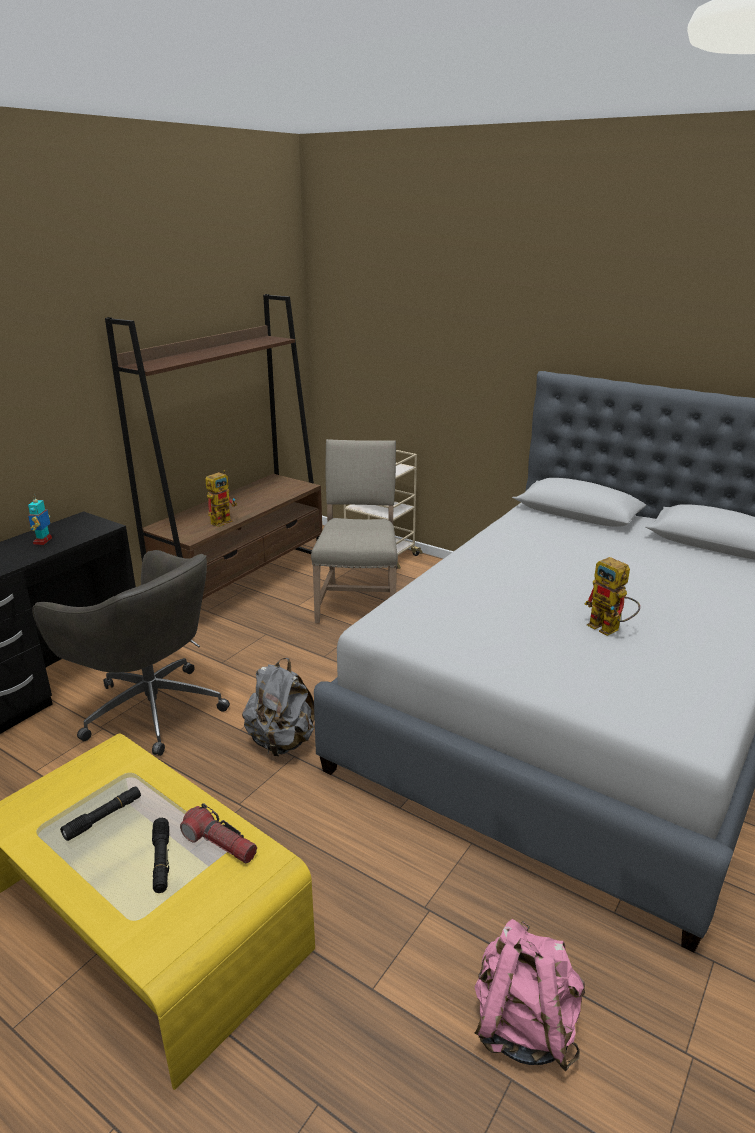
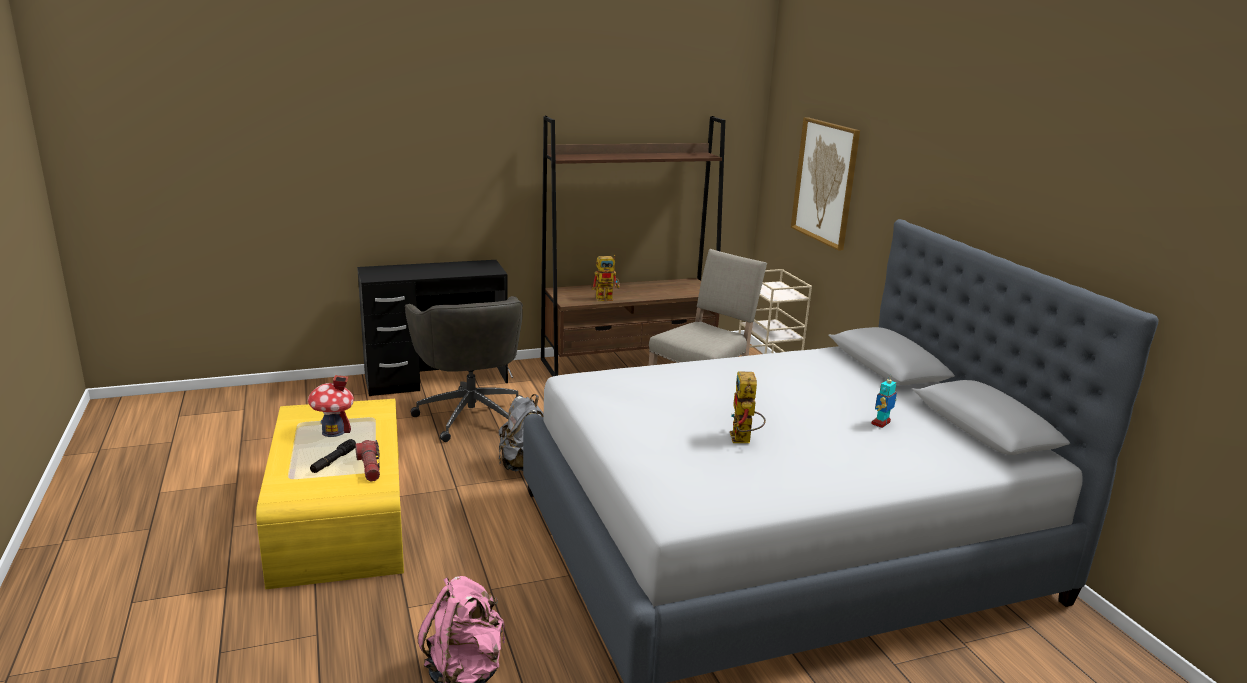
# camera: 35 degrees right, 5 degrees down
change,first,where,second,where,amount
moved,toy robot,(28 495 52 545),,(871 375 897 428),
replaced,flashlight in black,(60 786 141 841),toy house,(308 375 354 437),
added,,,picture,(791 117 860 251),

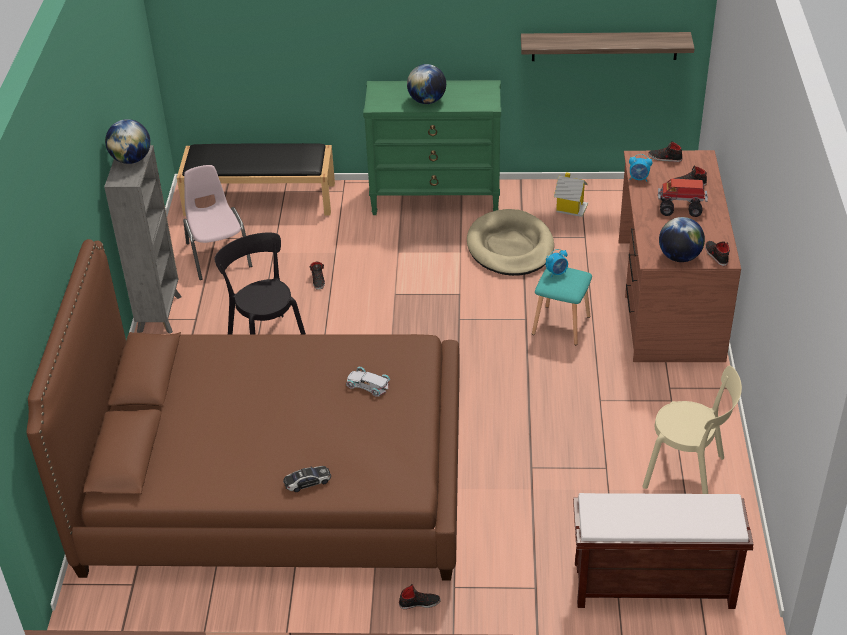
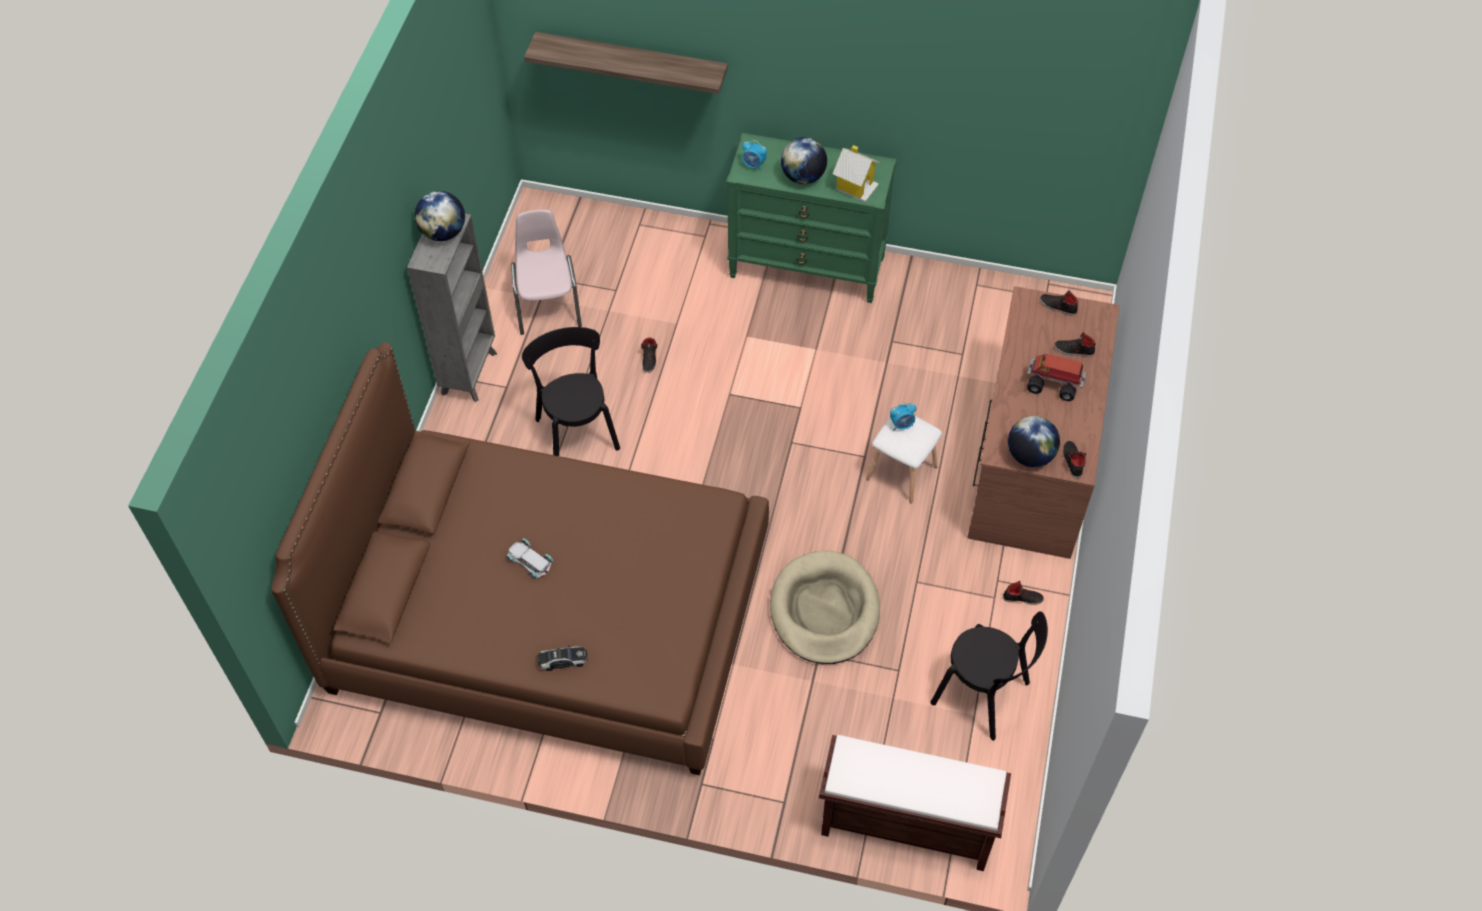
# camera: 10 degrees right, 15 degrees up
change,first,where,second,where,amount
moved,shelf,(521 32 695 61),,(524 32 728 94),
removed,bench in black,(177 143 335 216),,,
moved,alarm clock,(629 154 652 182),,(742 140 767 171),
moved,toy house,(554 172 588 217),,(833 145 880 203),
moved,dog bed in beige,(467 209 554 276),,(770 550 880 664),
recoloured,stool in turquoise,(532 268 592 345),stool in white,(866 416 942 503),
recoloured,chair in beige,(642 366 742 494),chair in black,(930 611 1048 741),
moved,toy car in white,(346 367 390 397),,(506 538 553 579),
moved,shoe in black,(399 584 441 609),,(1003 581 1044 605),

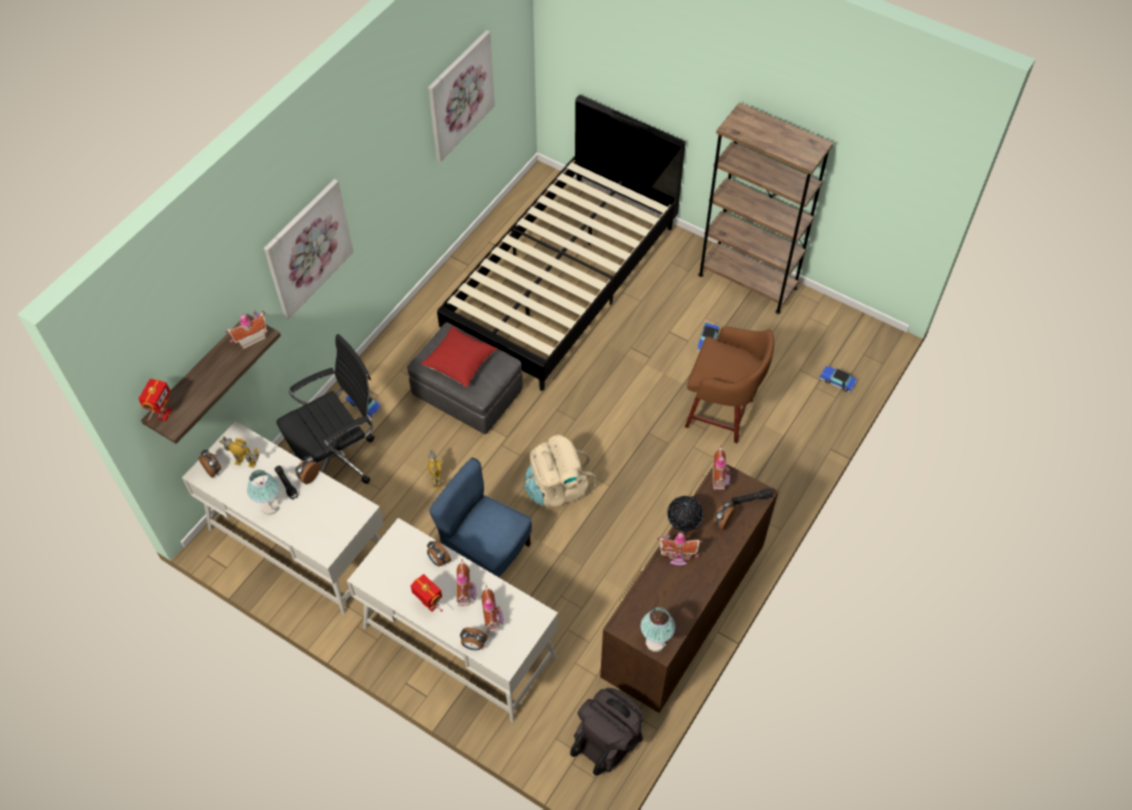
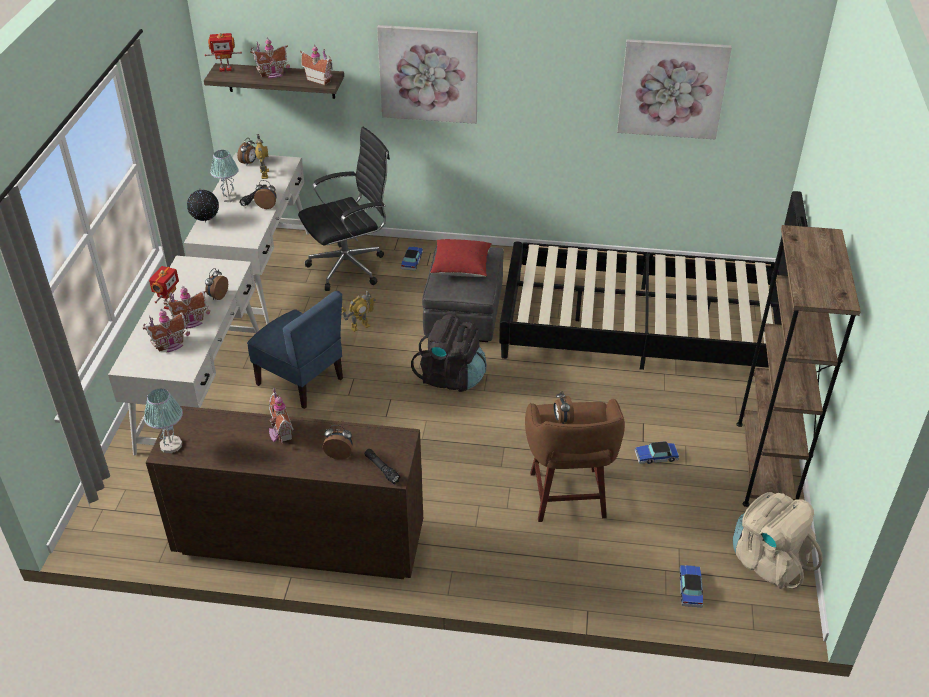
# camera: 65 degrees right, 15 degrees down
change,first,where,second,where,amount
turned,office chair in black,(276 334 374 484),,(298 127 390 291),60 degrees counterclockwise
moved,backpack in beige,(524 435 597 507),,(733 492 823 589),
moved,toy house,(713 445 730 491),,(250 37 290 78),
turned,chair in blue,(429 458 532 577),,(247 291 343 409),120 degrees clockwise
moved,globe,(667 496 703 531),,(187 188 219 223),
moved,alarm clock,(460 627 488 650),,(554 391 574 424),
moved,backpack in black,(570 688 644 776),,(411 314 487 392),

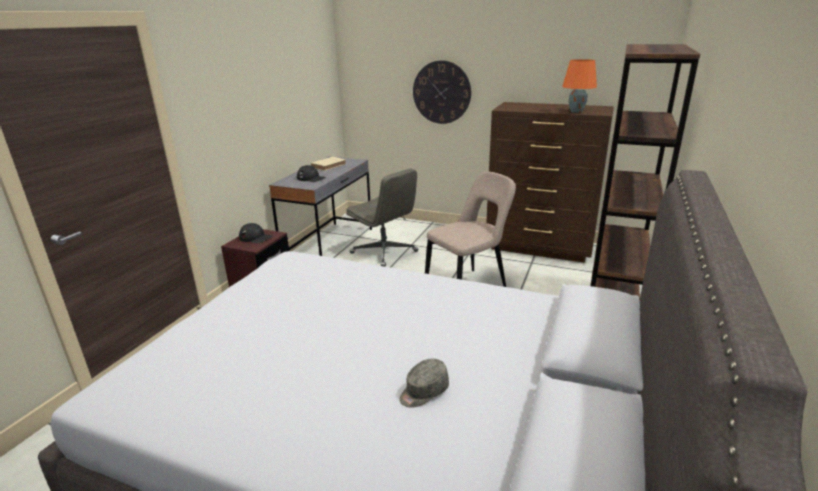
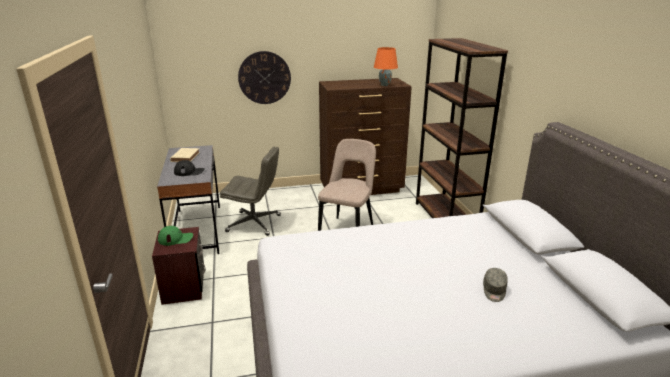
# camera: 35 degrees left, 0 degrees up
change,first,where,second,where,amount
recoloured,cap in black,(239 223 272 243),cap in green,(158 226 193 246),

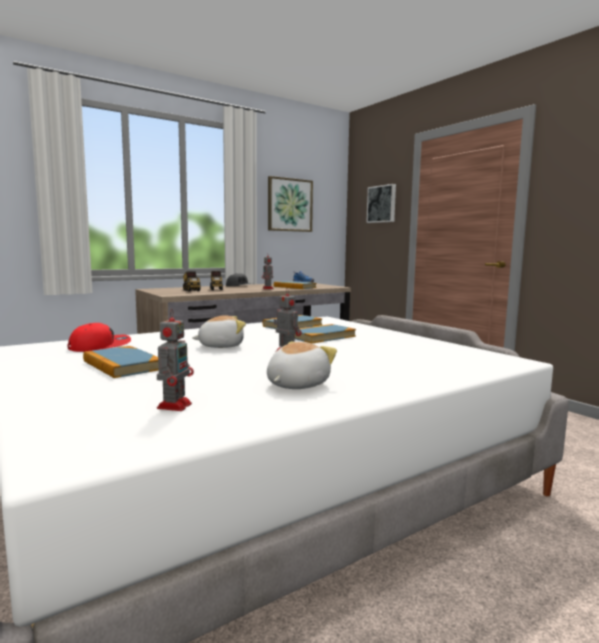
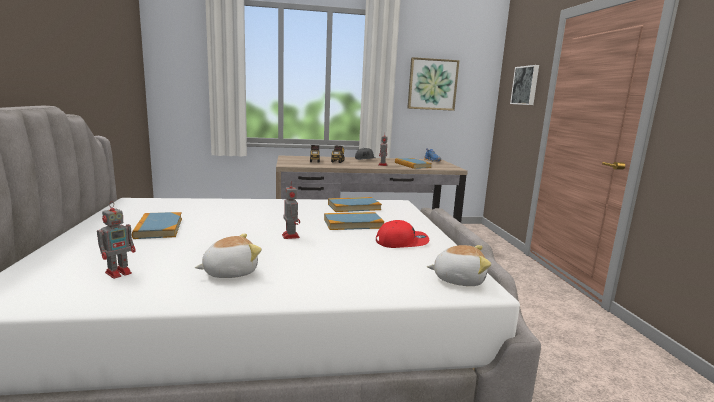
# camera: 25 degrees right, 5 degrees up
change,first,where,second,where,amount
moved,plush toy,(192 315 246 348),,(427 245 491 286),
moved,cap in red,(68 323 131 352),,(376 220 429 248),

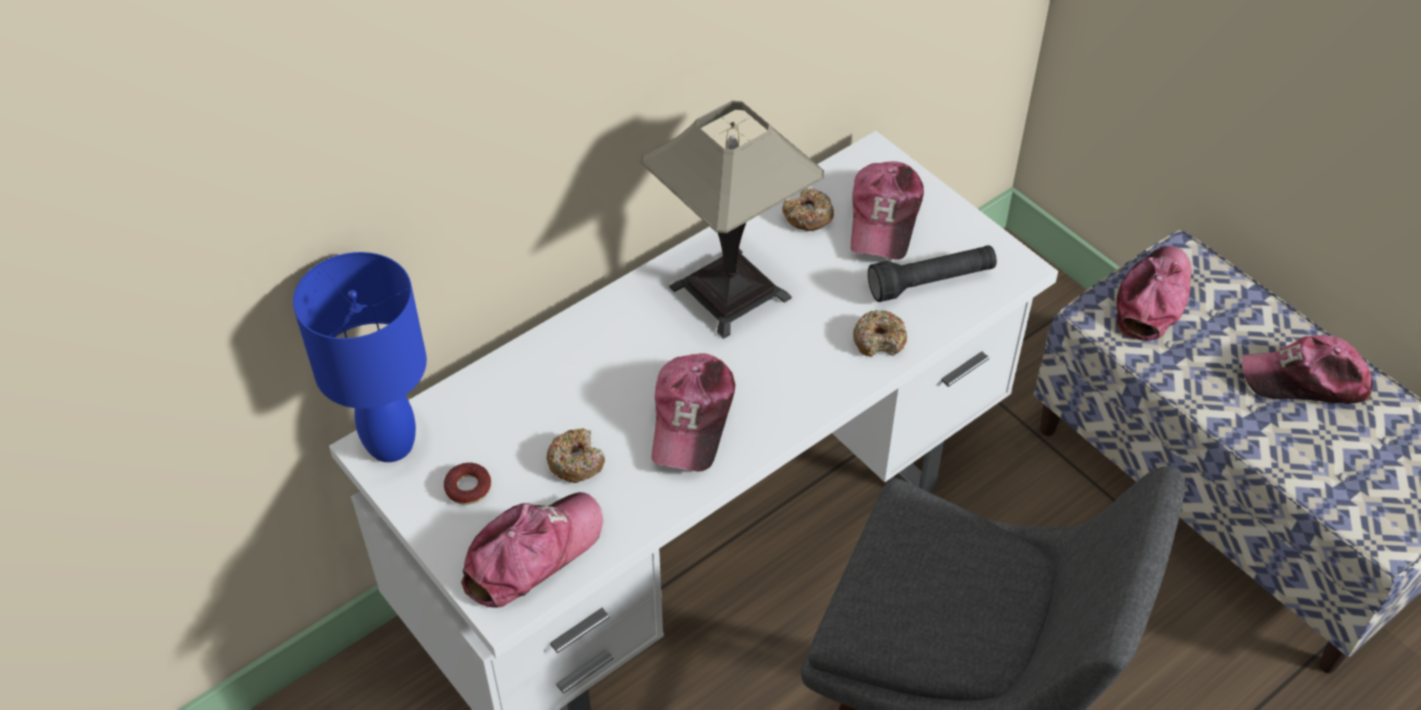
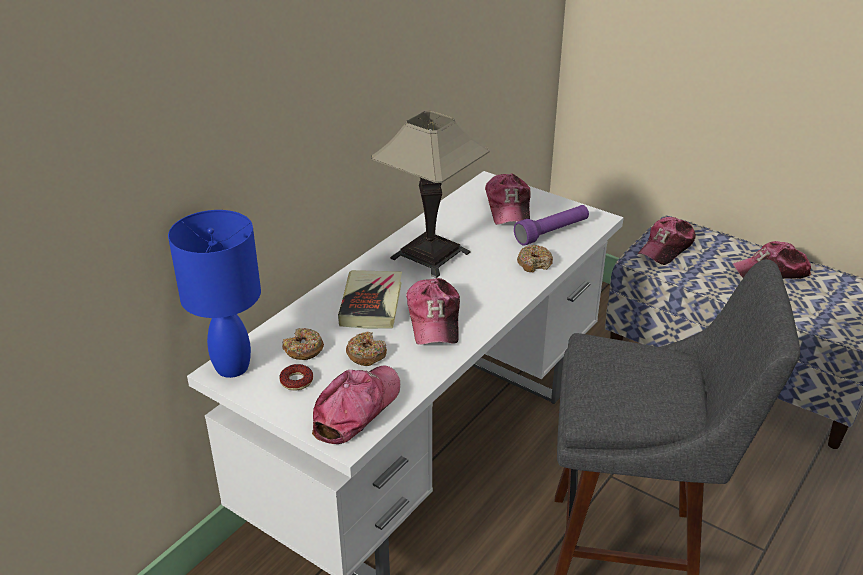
# camera: 15 degrees left, 15 degrees down
change,first,where,second,where,amount
moved,donut,(782 188 834 231),,(282 328 324 360),
recoloured,flashlight in black,(868 245 997 302),flashlight in purple,(514 205 589 246),
turned,cap,(1117 246 1192 341),,(637 217 696 265),150 degrees counterclockwise
added,,,book,(338 270 402 329),

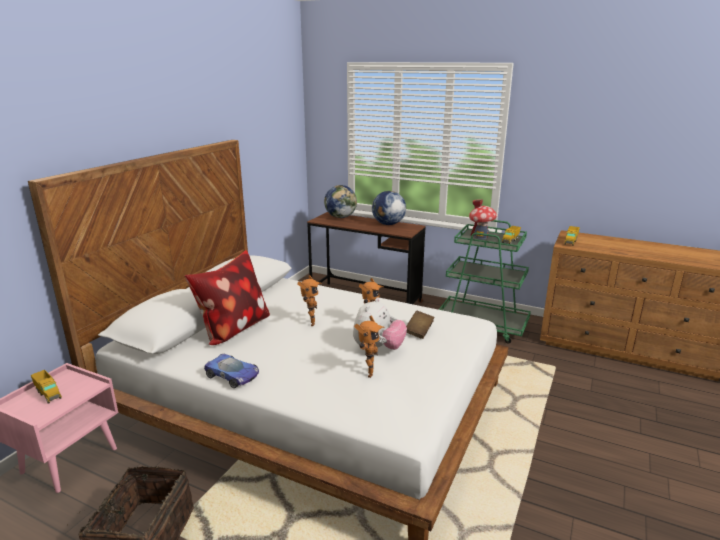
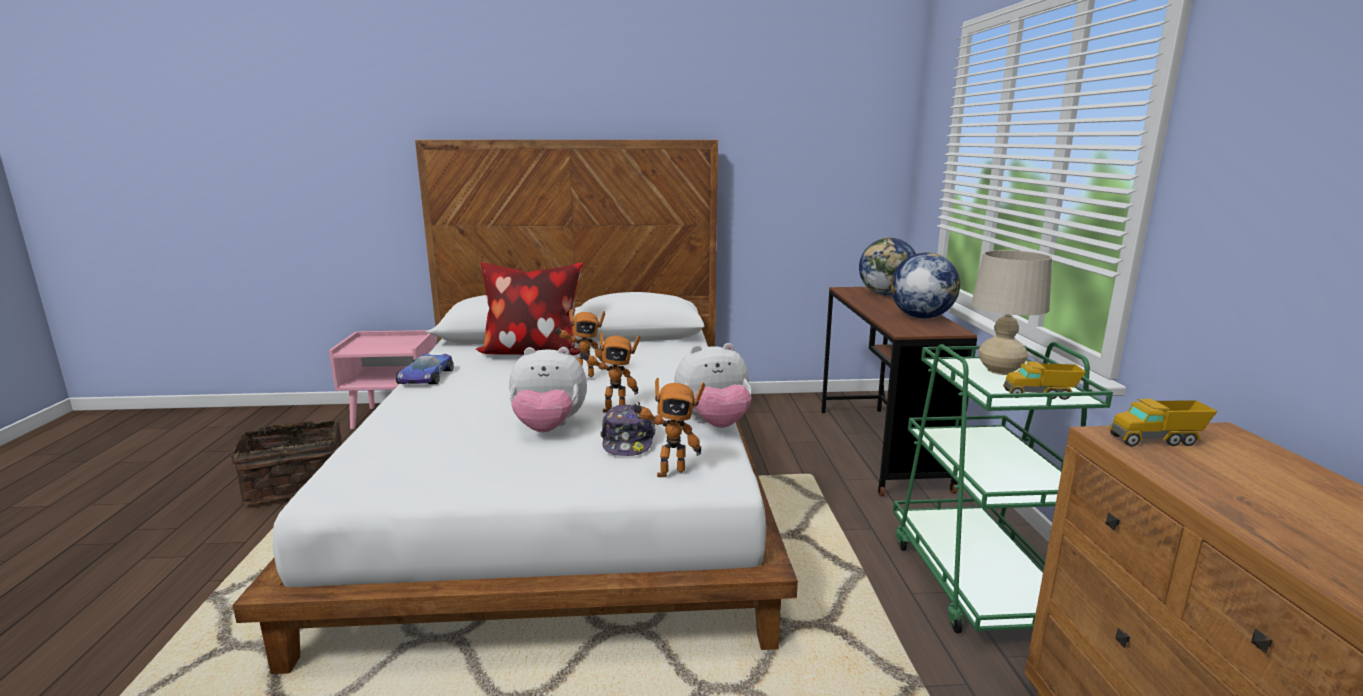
# camera: 60 degrees right, 5 degrees down
change,first,where,second,where,amount
replaced,toy house,(469 199 497 239),table lamp in beige,(971 250 1052 375),
replaced,book in brown,(406 311 435 339),cap,(601 404 655 456),
moved,toy robot,(354 316 385 378),,(631 378 705 477),
removed,toy truck,(31 370 62 404),,,
added,,,plush toy,(674 343 752 428),

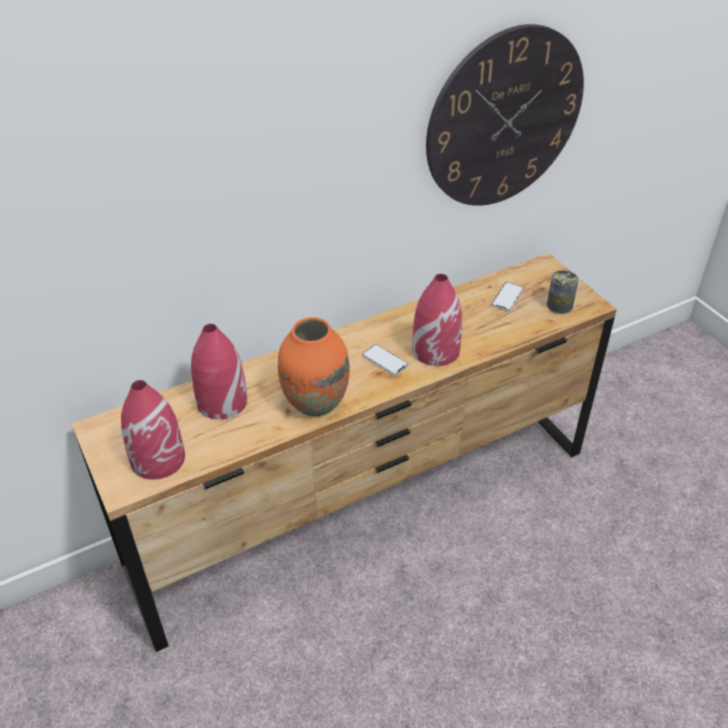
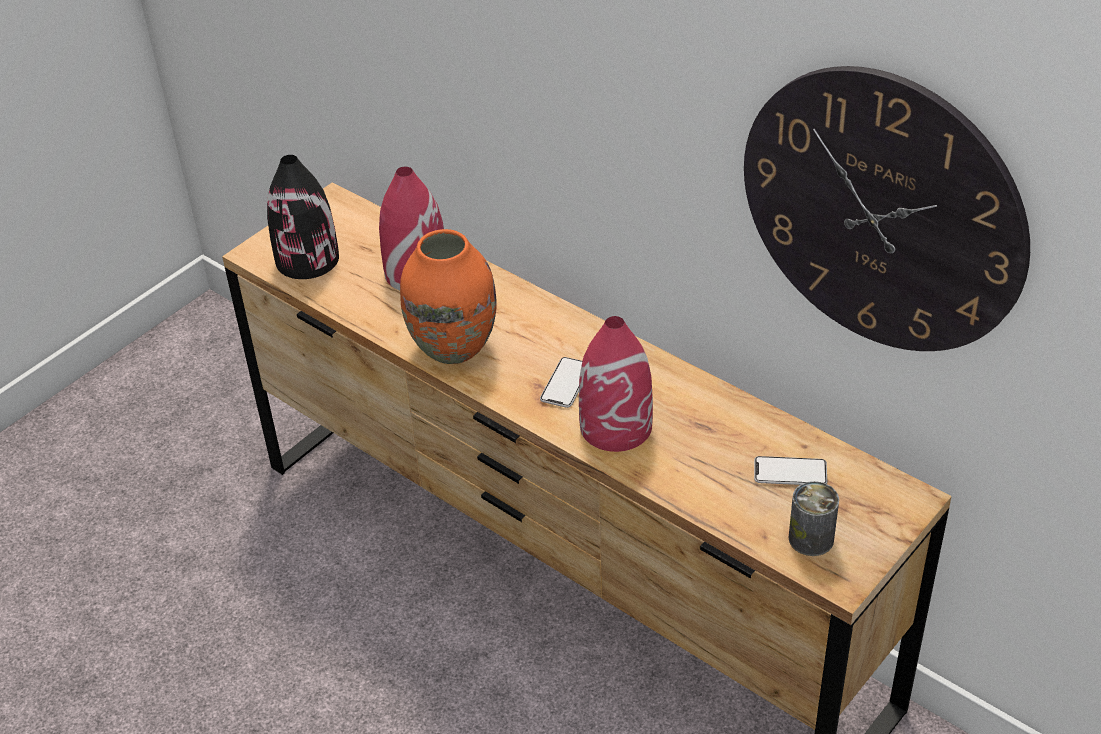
# camera: 70 degrees right, 0 degrees up
change,first,where,second,where,amount
recoloured,vase in red,(121 380 185 480),vase in black,(267 155 339 279),

